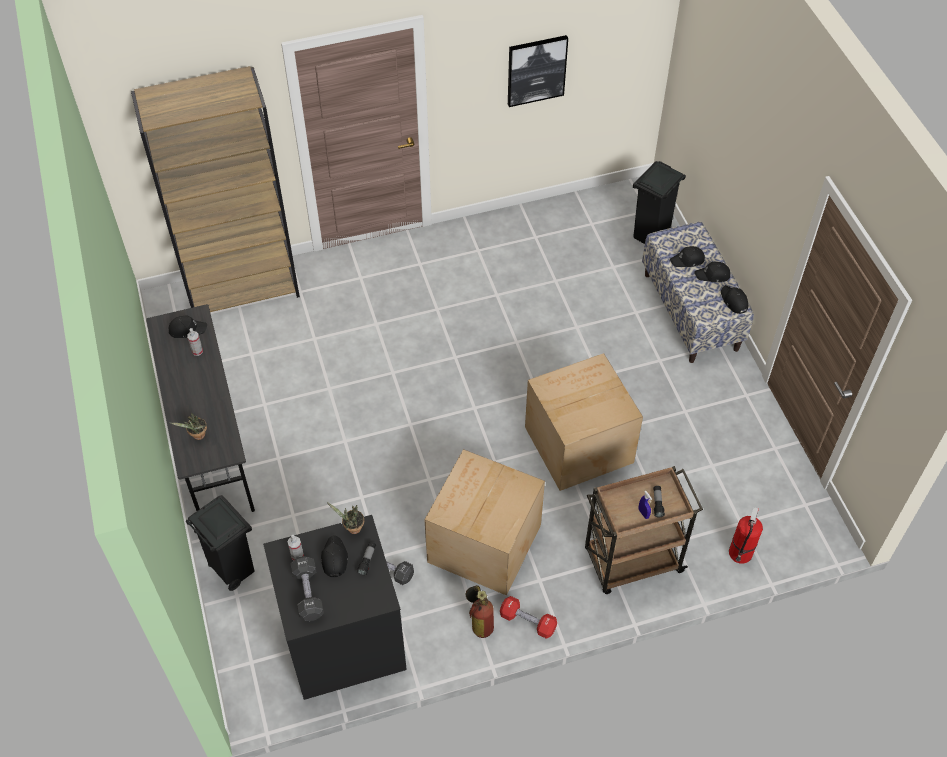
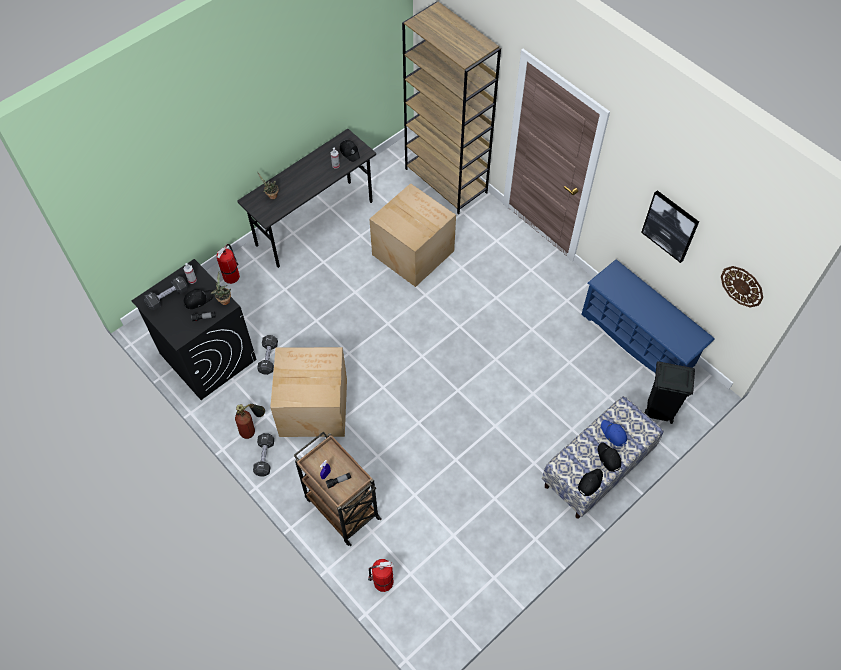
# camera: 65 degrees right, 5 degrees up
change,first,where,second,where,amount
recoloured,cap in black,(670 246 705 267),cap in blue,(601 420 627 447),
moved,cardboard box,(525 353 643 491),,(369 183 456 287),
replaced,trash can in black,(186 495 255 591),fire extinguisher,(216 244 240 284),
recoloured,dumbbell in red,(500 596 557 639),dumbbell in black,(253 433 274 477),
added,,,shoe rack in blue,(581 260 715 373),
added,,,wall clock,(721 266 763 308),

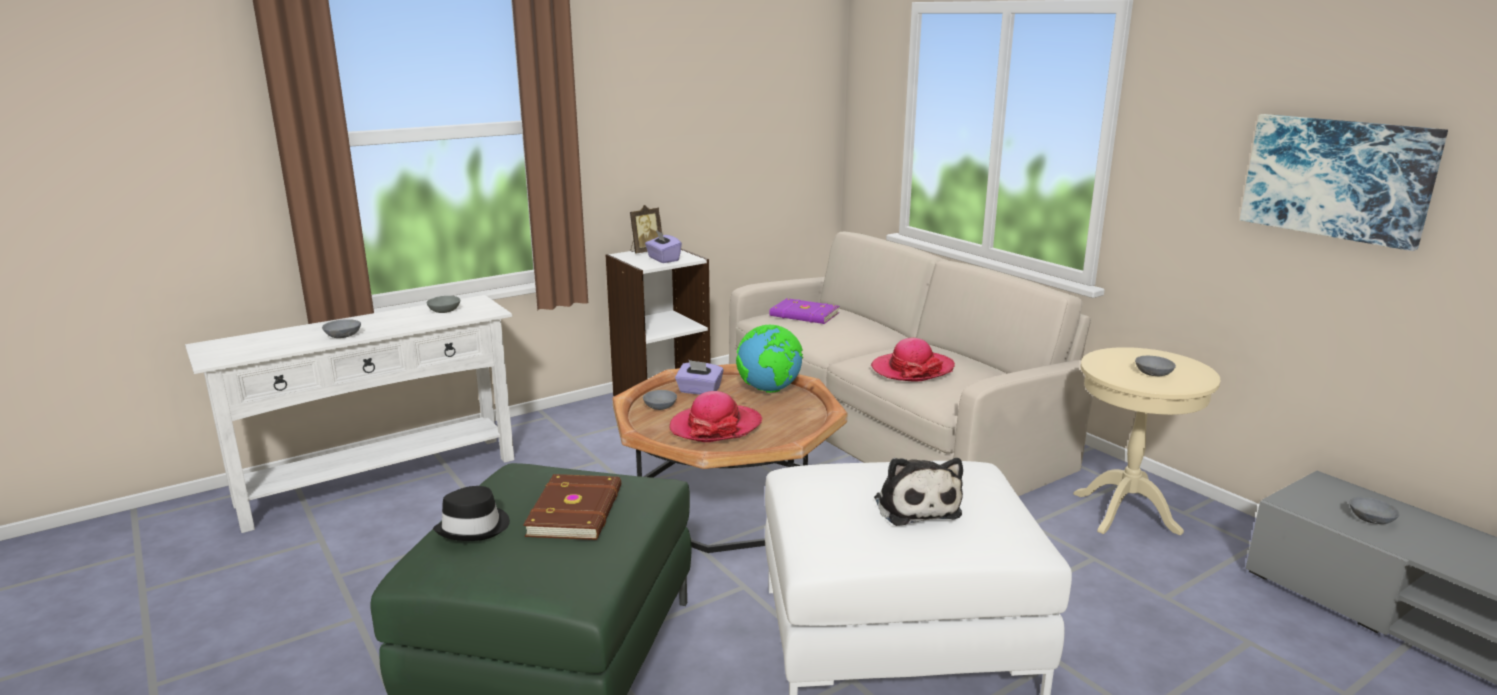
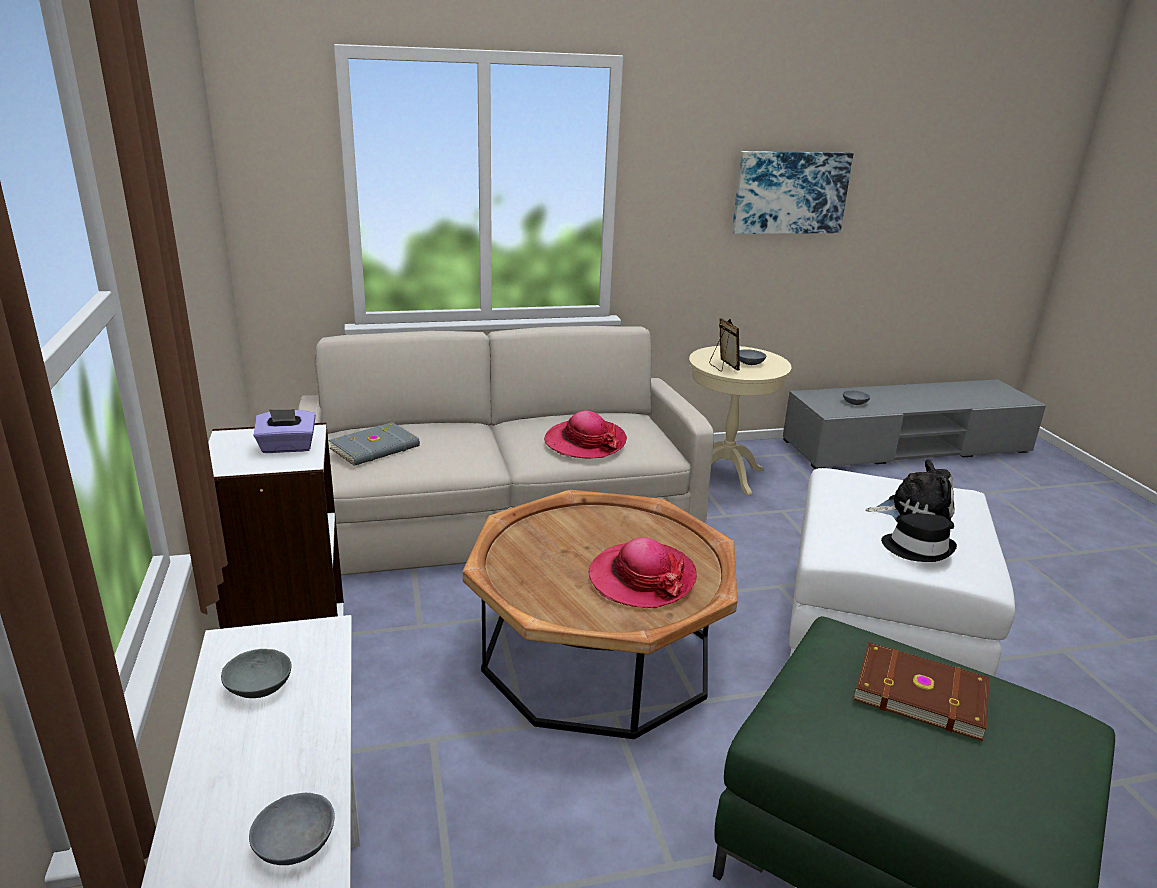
# camera: 70 degrees left, 5 degrees up
change,first,where,second,where,amount
moved,picture frame,(630 205 662 254),,(709 318 740 372),
recoloured,book in purple,(769 298 839 324),book in grey,(329 422 420 466),
removed,globe,(736 325 803 393),,,
removed,tissue box in purple,(675 360 724 395),,,
removed,bowl in grey,(643 390 677 410),,,
moved,hat in black,(433 486 510 541),,(881 513 957 562),

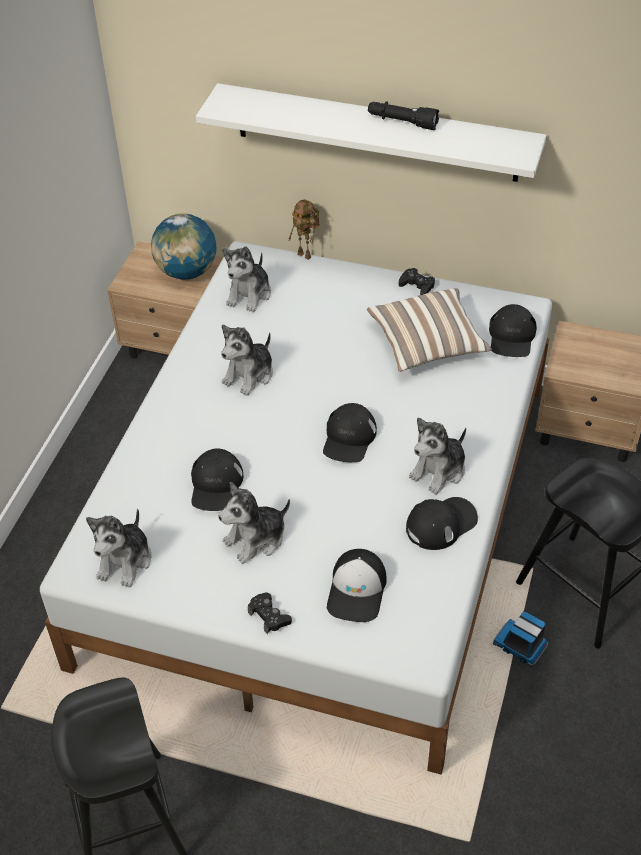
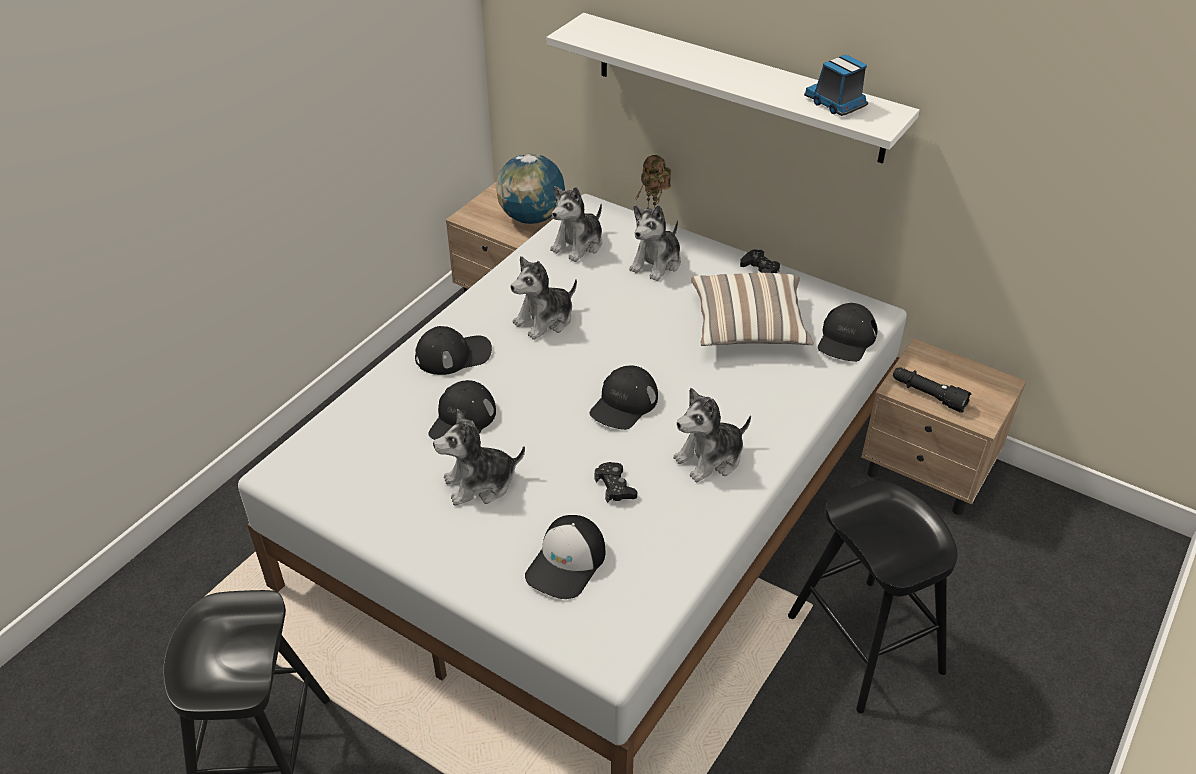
# camera: 15 degrees right, 5 degrees down
change,first,where,second,where,amount
moved,flashlight in black,(368 101 439 130),,(893 367 971 413),
moved,cap in black,(406 497 478 550),,(415 326 492 375),
moved,plush toy,(86 508 151 587),,(629 205 681 281),
moved,game controller in black,(248 593 292 634),,(594 462 637 503),
moved,toy truck,(493 612 549 667),,(804 55 868 116),

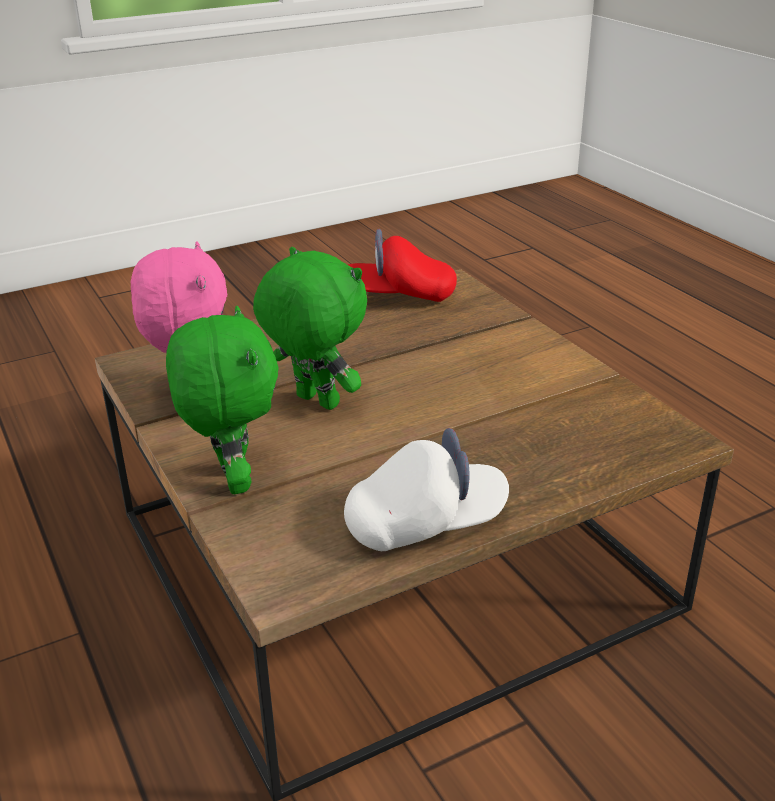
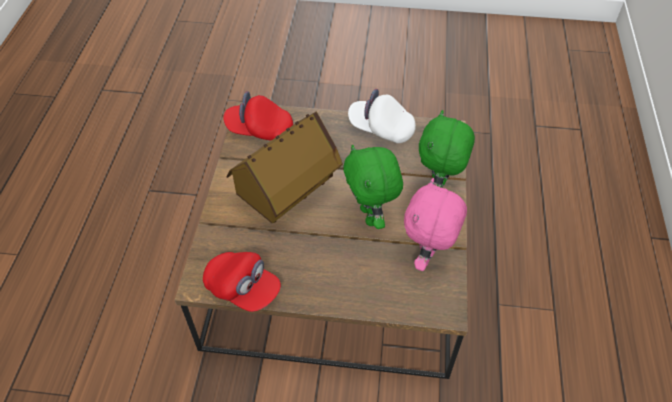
# camera: 145 degrees left, 20 degrees up
change,first,where,second,where,amount
added,,,cap in red,(223 91 293 140),
added,,,toy house,(227 111 343 224),

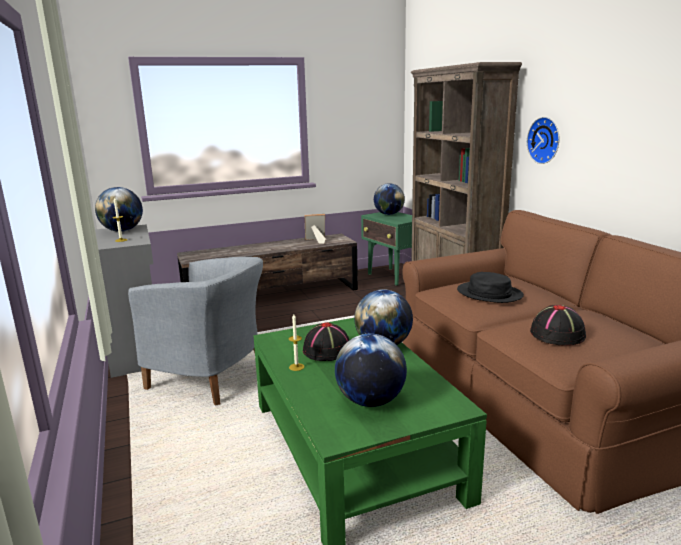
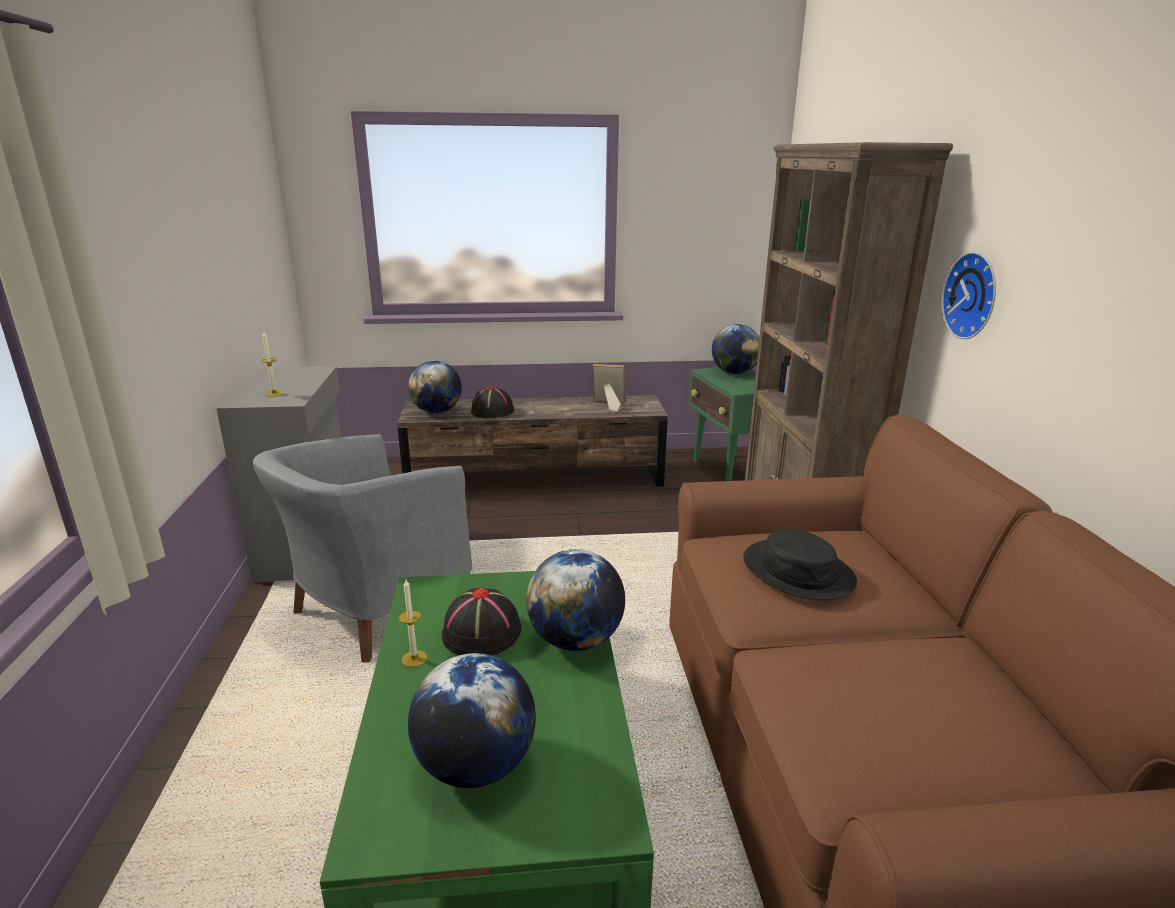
# camera: 15 degrees right, 5 degrees up
change,first,where,second,where,amount
moved,globe,(95 187 143 232),,(408 361 462 413),
turned,armchair in grey,(128 257 263 406),,(253 434 472 662),90 degrees clockwise
moved,hat in black,(530 305 586 346),,(471 386 514 418),

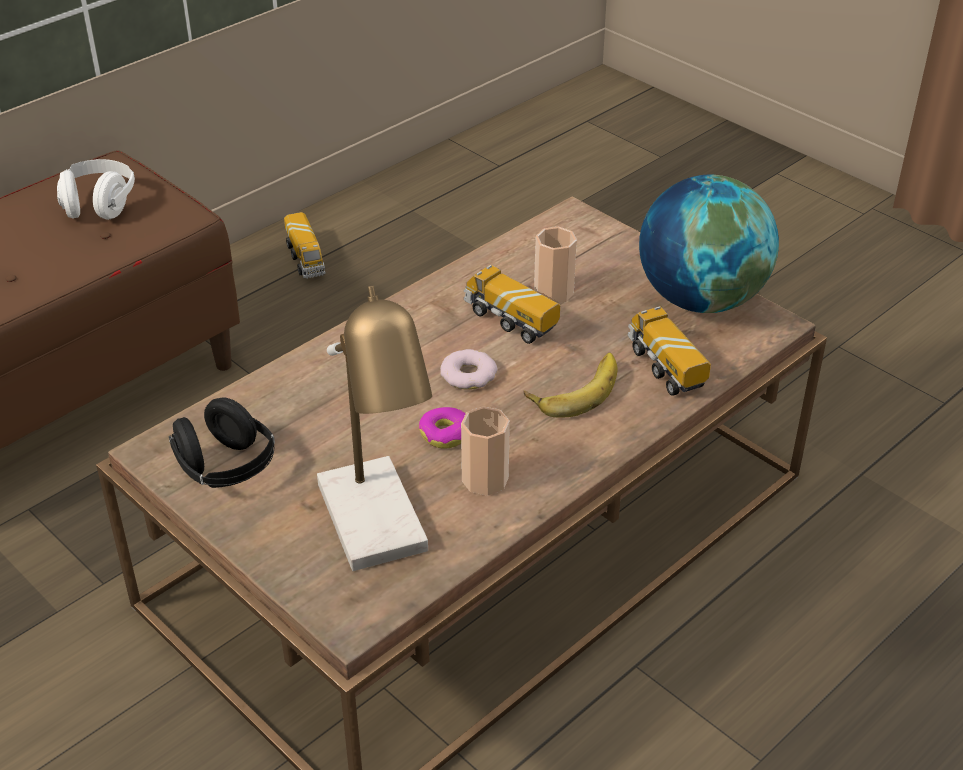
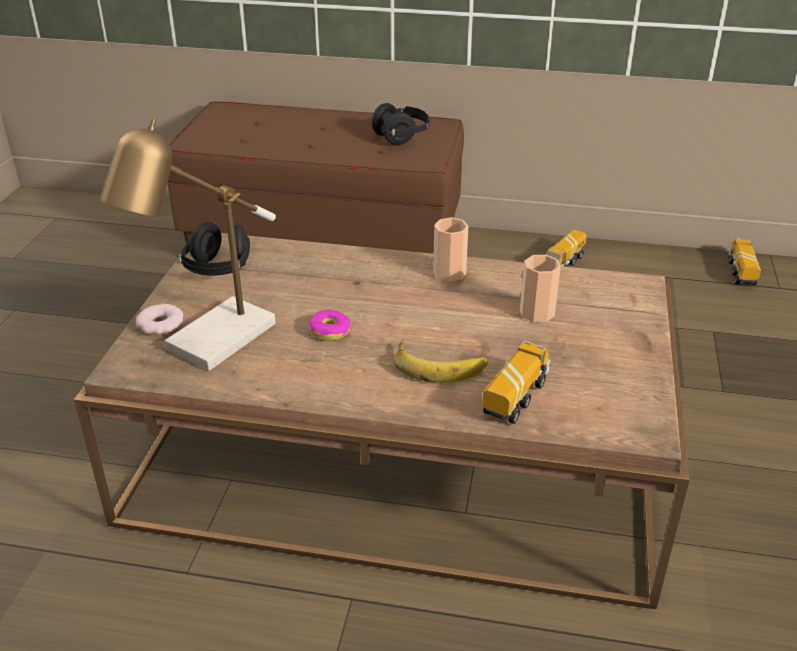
# camera: 55 degrees right, 5 degrees down
change,first,where,second,where,amount
recoloured,headphones in white,(57 159 135 220),headphones in black,(372 103 431 145),
removed,globe,(639 175 779 313),,,
moved,toy truck,(464 265 560 344),,(728 238 761 286),
moved,donut,(440 349 497 390),,(135 304 184 335),
moved,cup,(461 406 510 496),,(433 217 468 282),

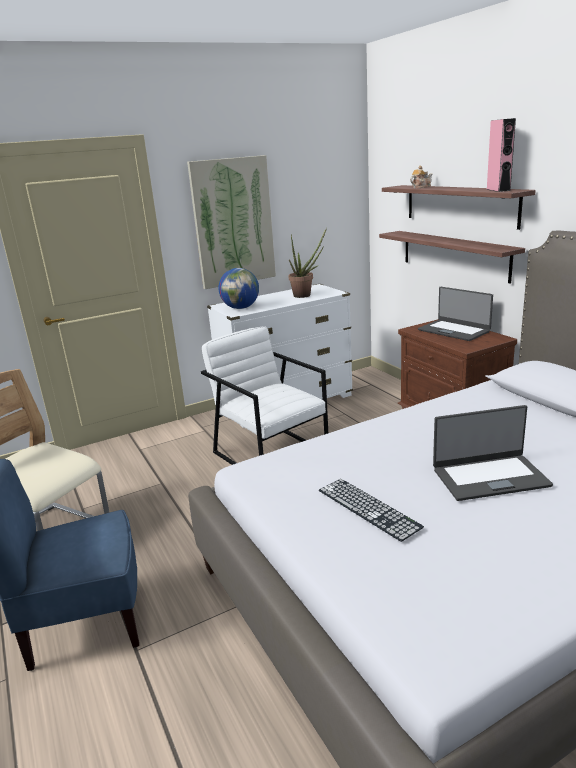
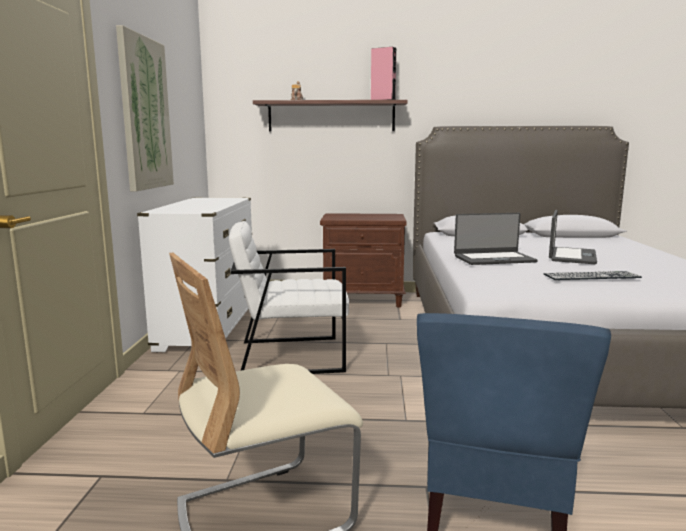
# camera: 60 degrees left, 10 degrees down
change,first,where,second,where,amount
removed,potted plant,(288 227 327 298),,,
removed,shelf,(379 231 525 284),,,
removed,globe,(218 268 259 309),,,
moved,laptop,(418 287 493 341),,(454 213 538 265),

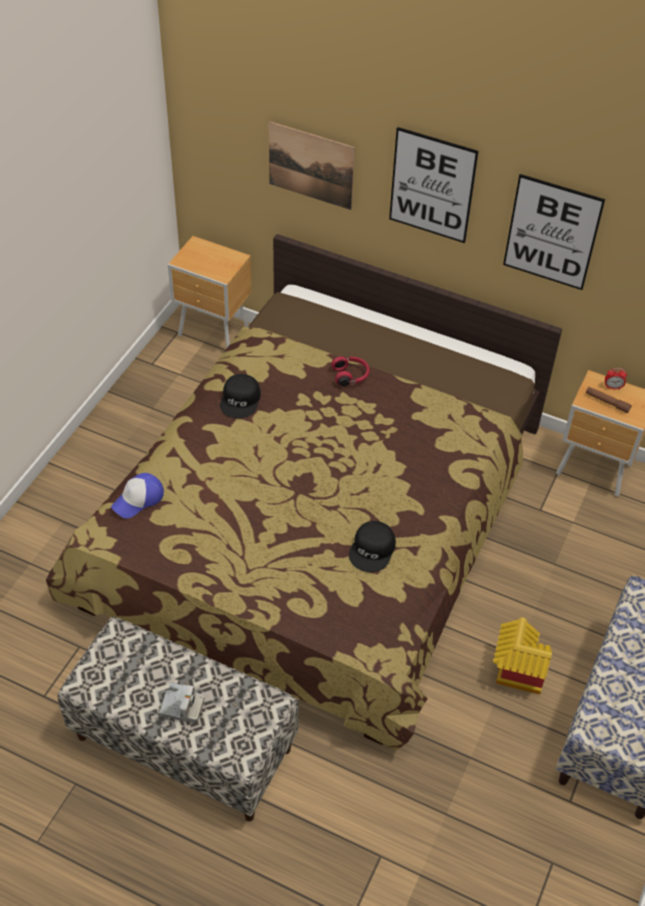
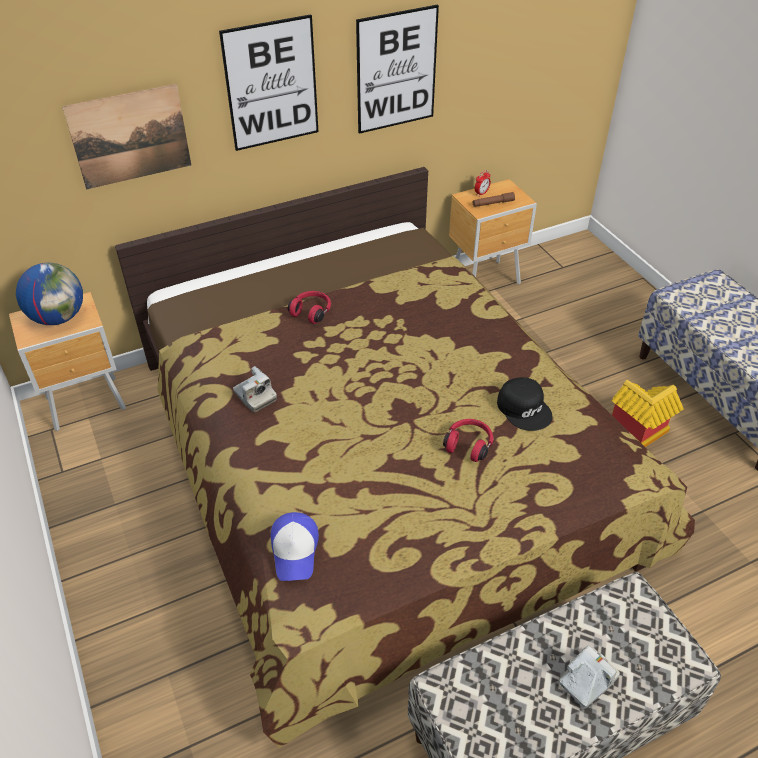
# camera: 50 degrees left, 5 degrees down
change,first,where,second,where,amount
replaced,cap in black,(220 374 261 418),photo camera,(233 366 277 412),
added,,,globe,(16 263 83 325),
added,,,headphones in red,(443 419 493 462),

